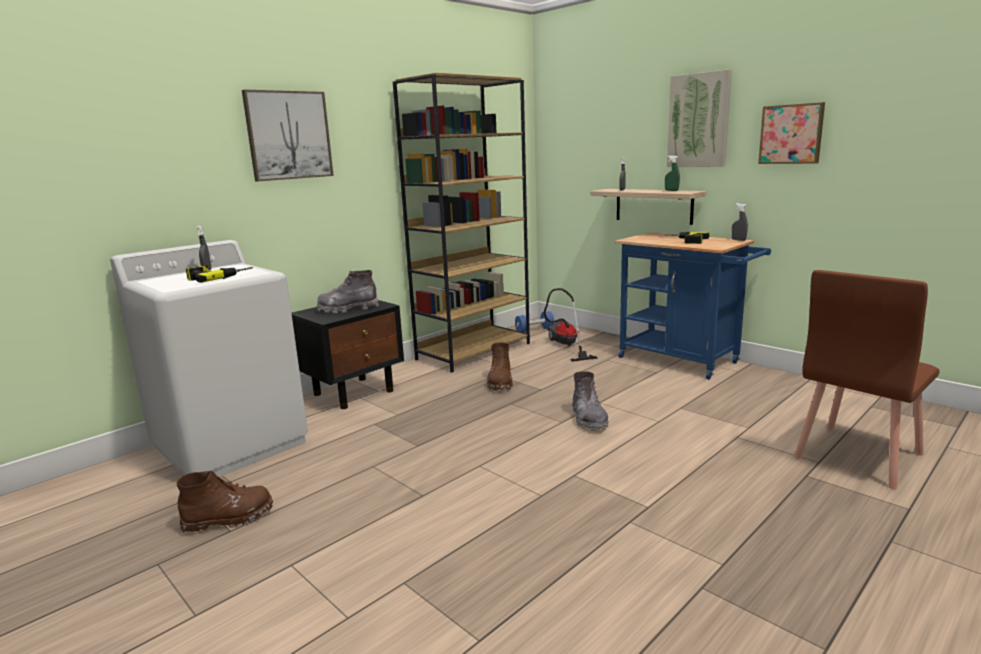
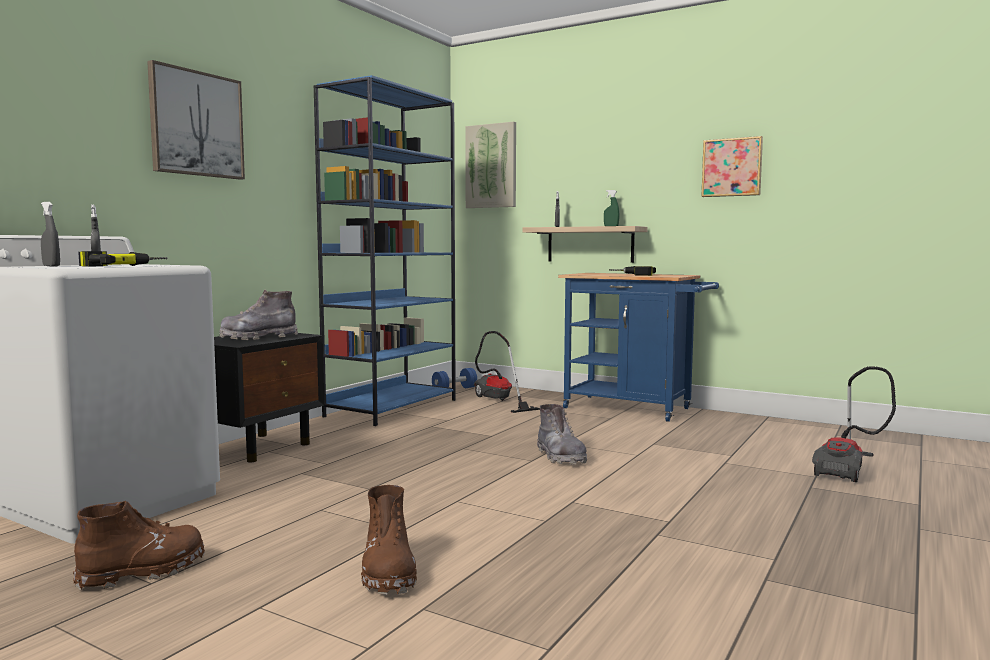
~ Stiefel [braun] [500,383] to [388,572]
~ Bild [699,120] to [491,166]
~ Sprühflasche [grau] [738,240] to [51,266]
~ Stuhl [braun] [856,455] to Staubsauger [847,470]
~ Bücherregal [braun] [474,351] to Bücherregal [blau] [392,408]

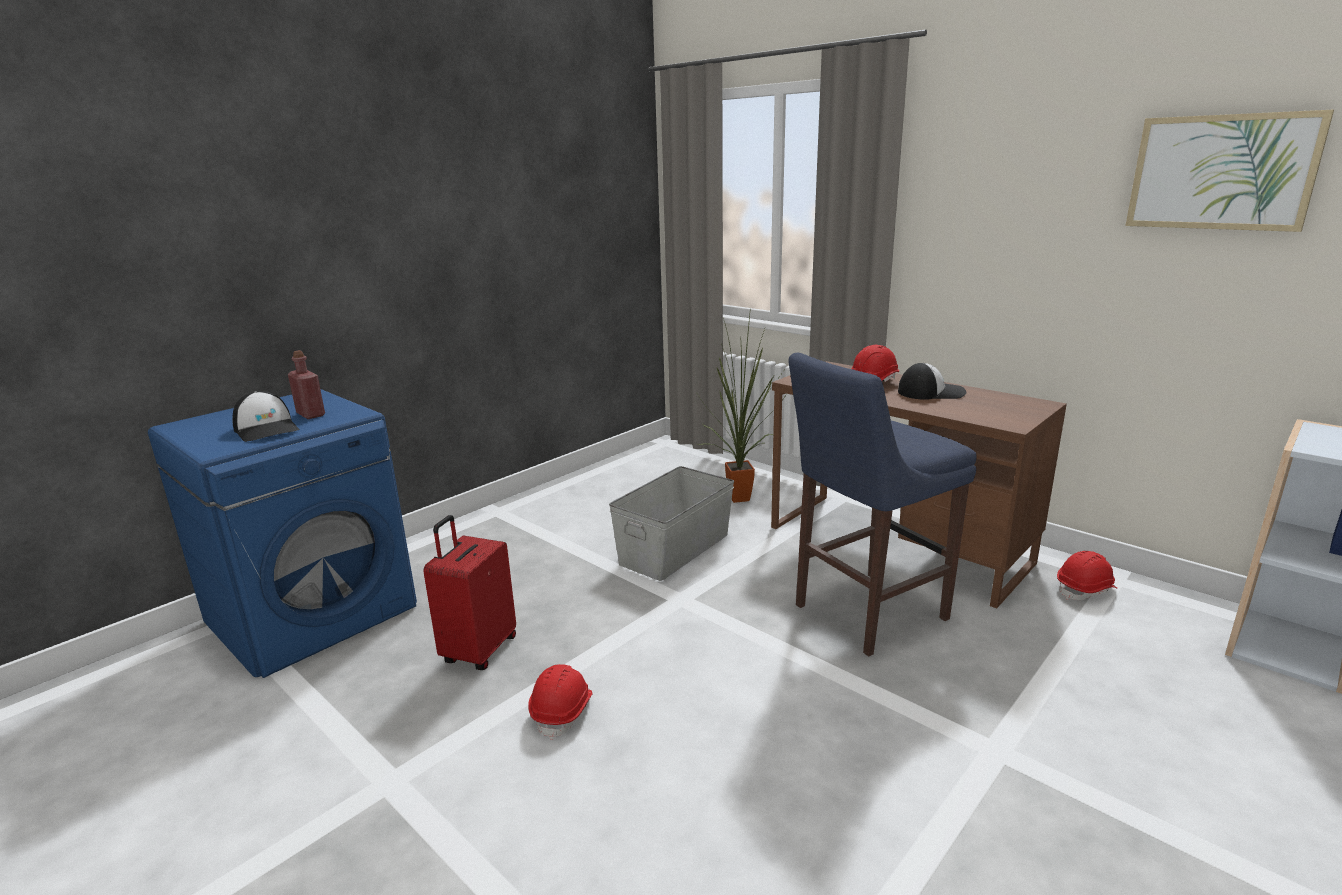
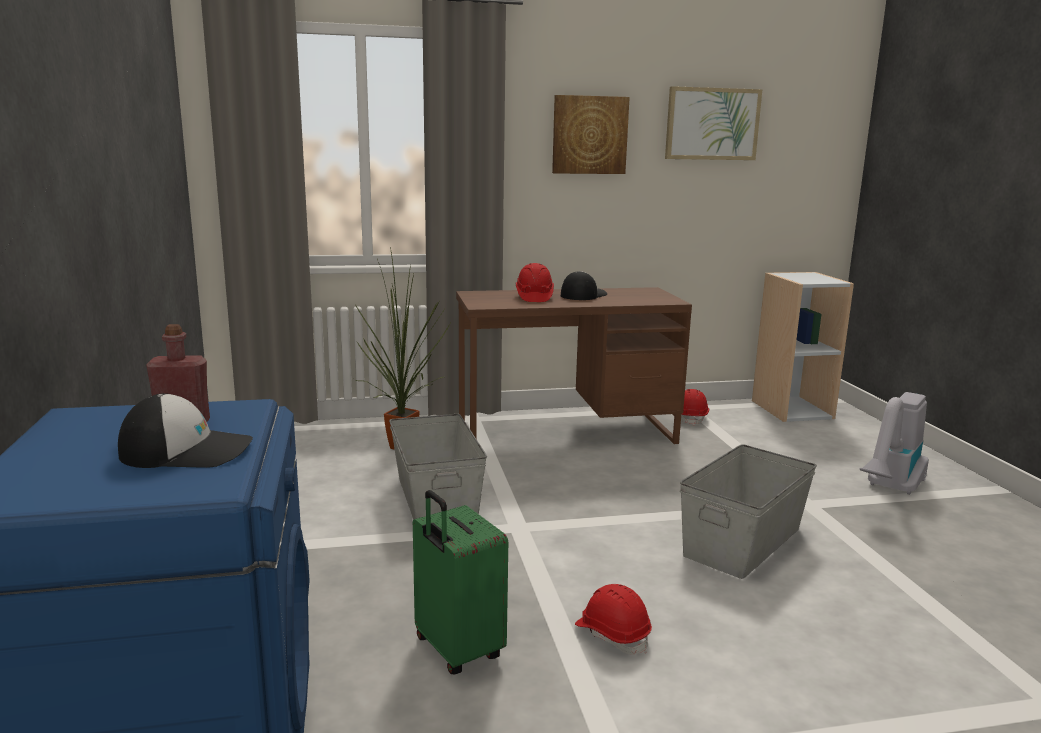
- Hocker [blau] [864,613]
+ Bild [589,135]
+ Aufbewahrungsbox [grau] [744,541]
+ Staubsauger [890,490]
~ Koffer [rot] [478,650] to Koffer [grün] [456,650]

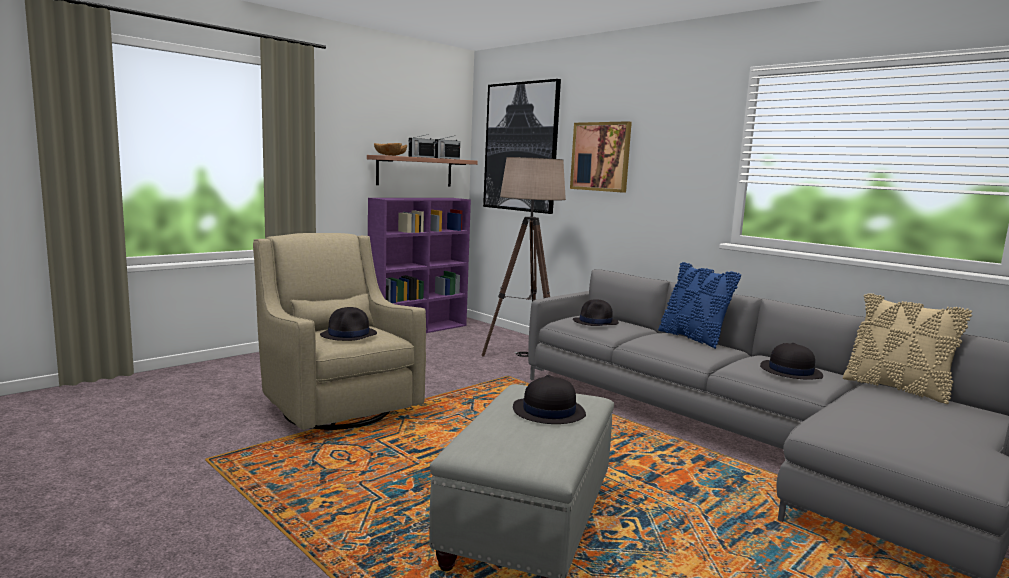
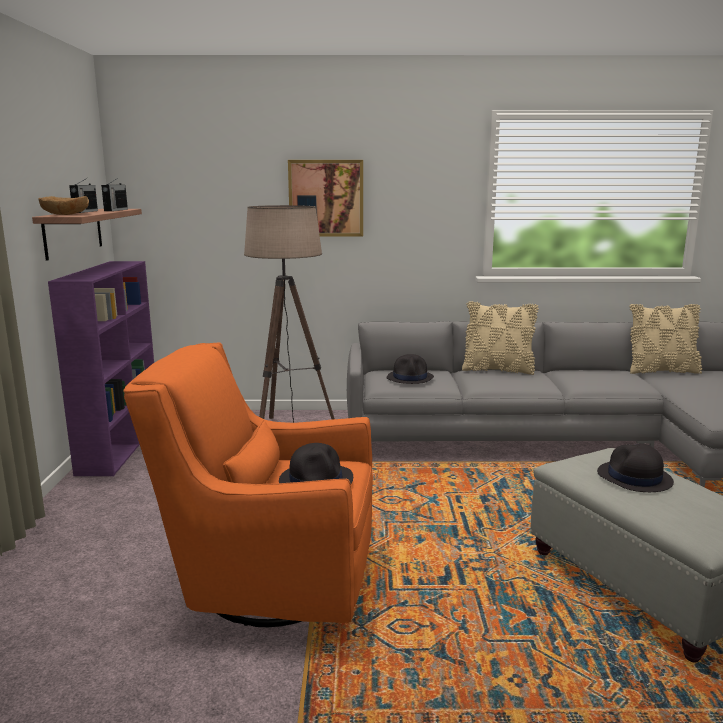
- Bild [521,147]
- Hut [schwarz] [790,371]
~ Sessel [beige] [336,408] to Sessel [orange] [268,580]
~ Kissen [blau] [693,338] to Kissen [beige] [498,370]

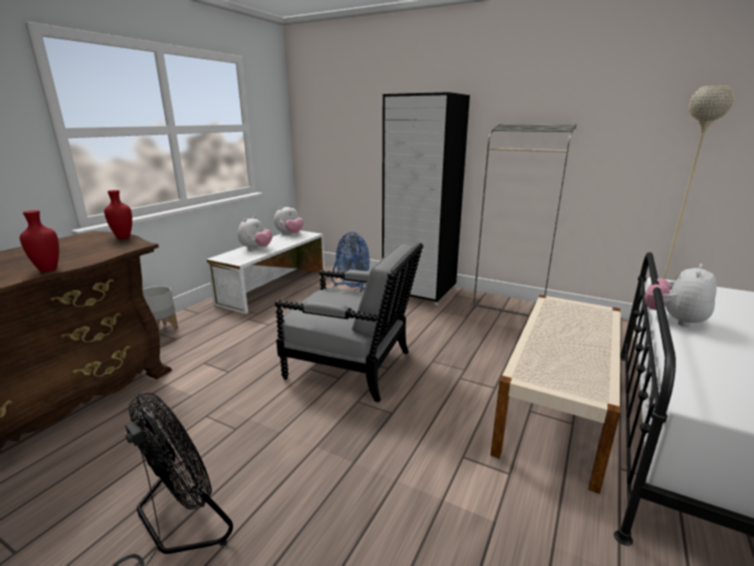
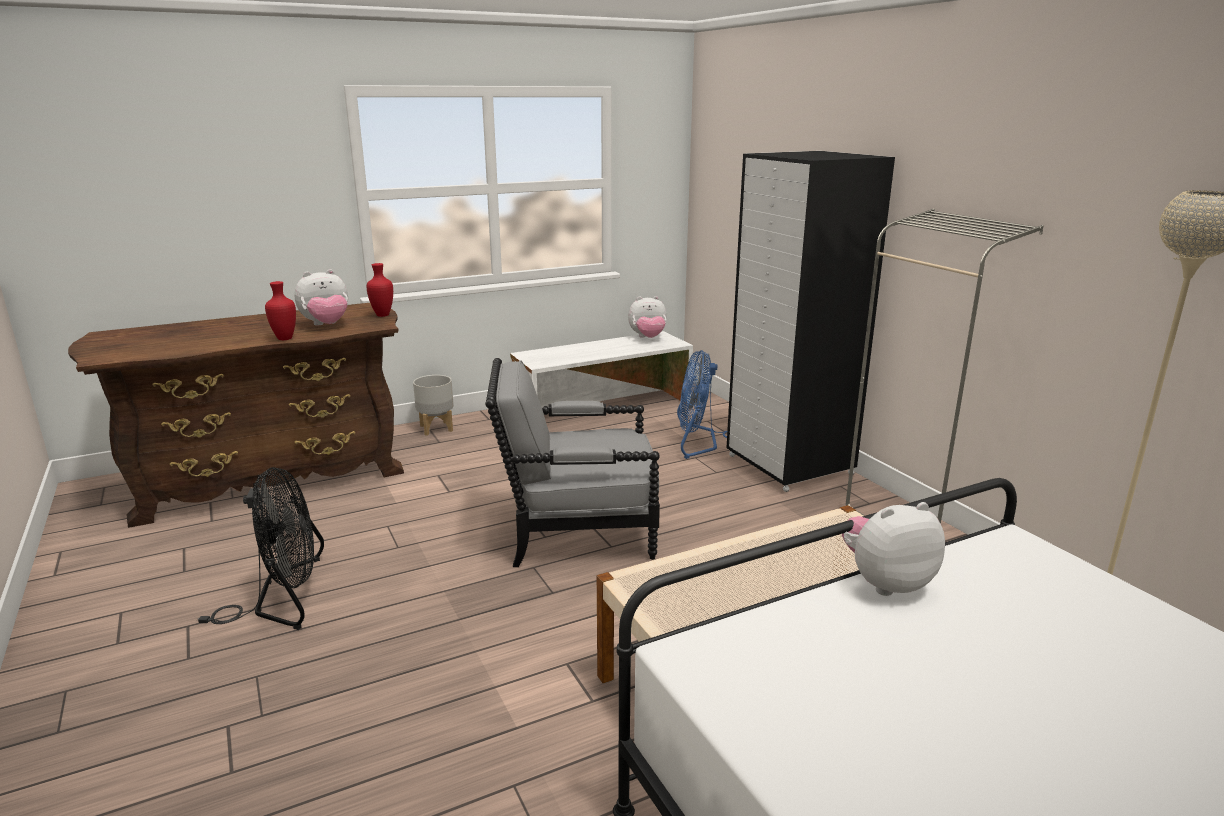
~ Plüschtier [256,248] to [326,325]
~ Sessel [grau] [352,366] = [575,530] 120 degrees clockwise

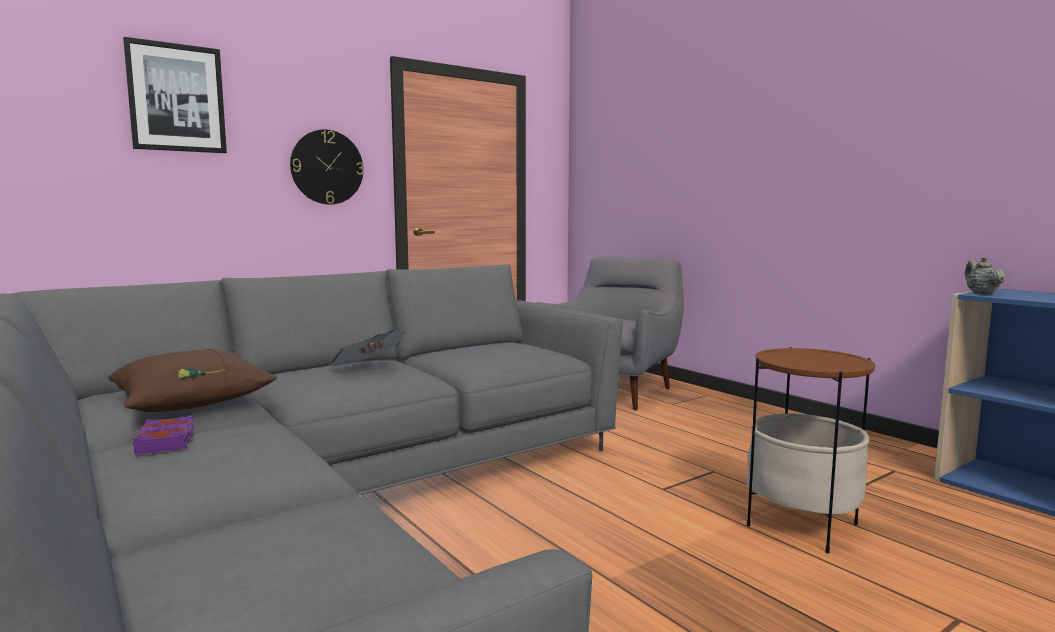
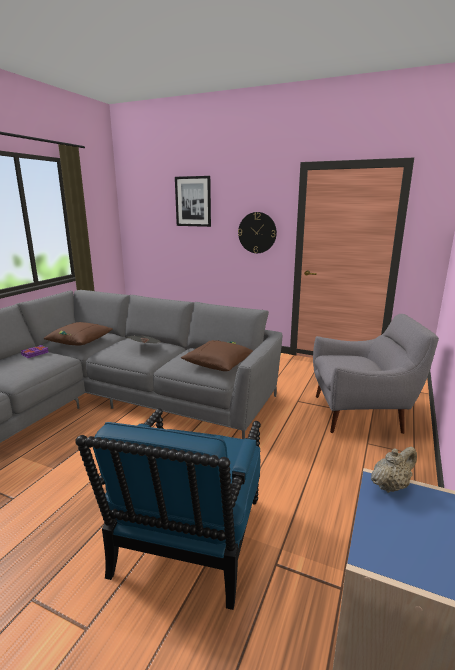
+ Kissen [braun] [218,364]
~ Beistelltisch [802,525] to Sessel [blau] [187,540]

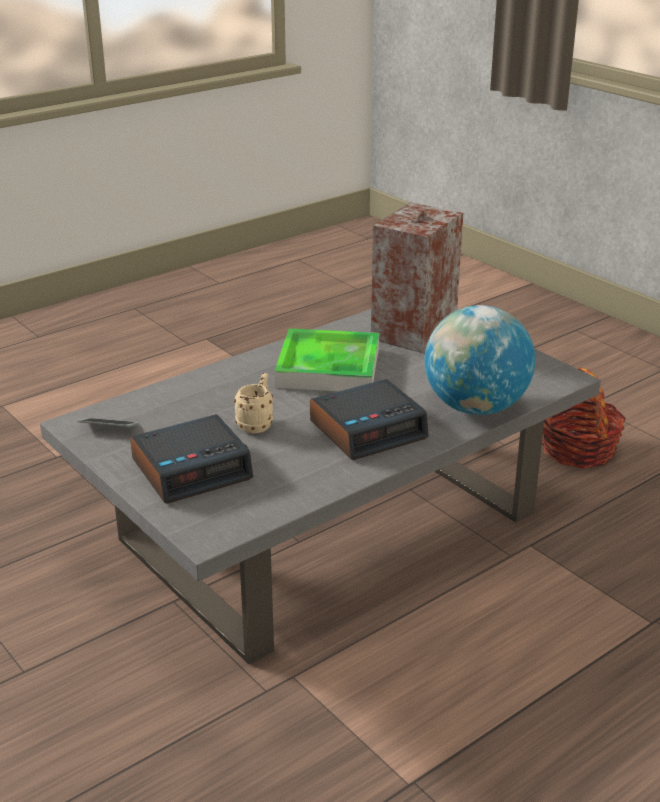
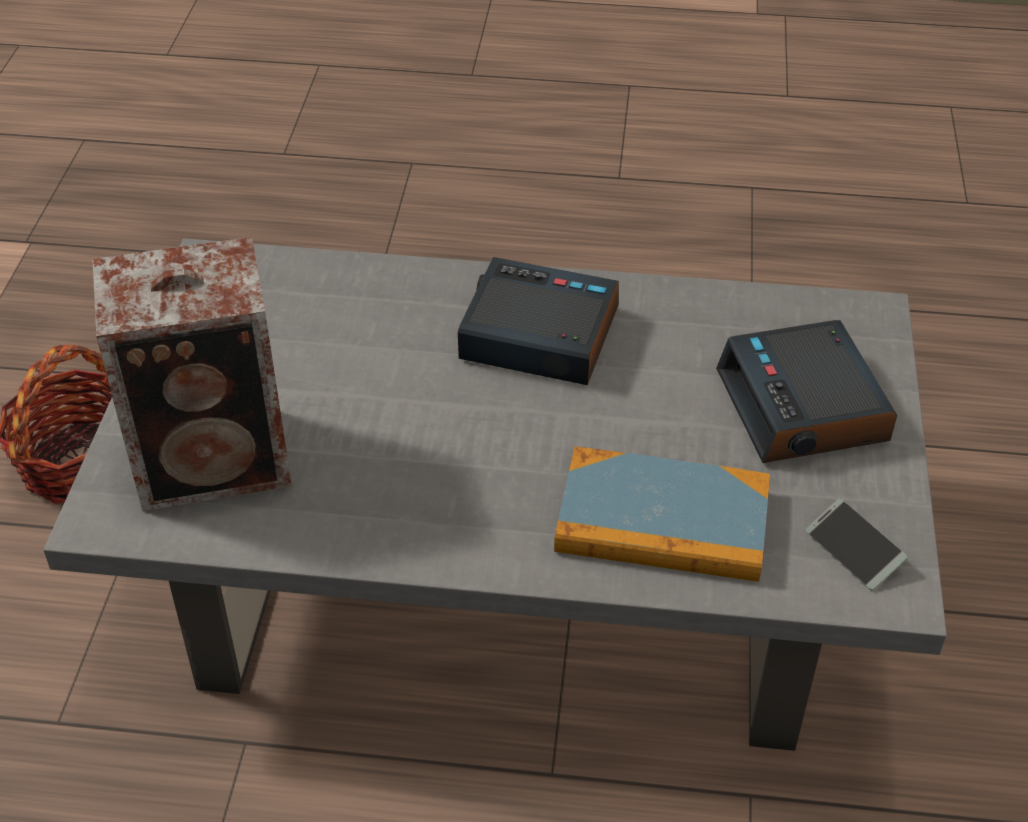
- Henkelbecher [beige] [257,424]
- Tablett [328,367]
- Globus [475,407]
+ Buch [662,522]
~ Wecker [192,469] = [803,408] 120 degrees counterclockwise

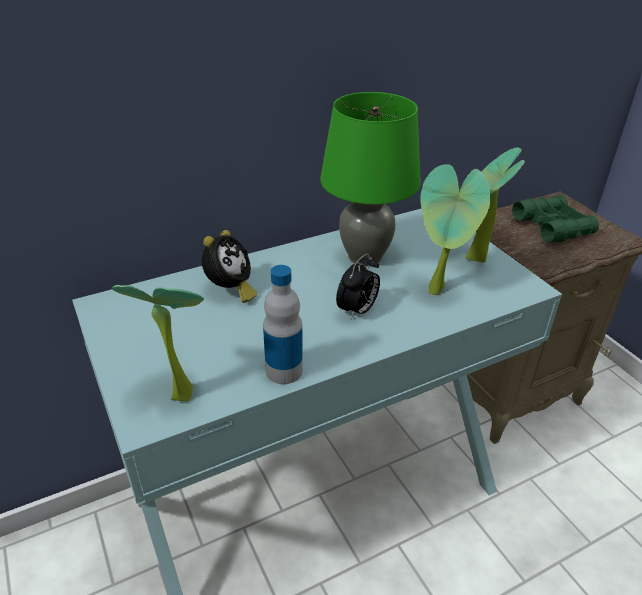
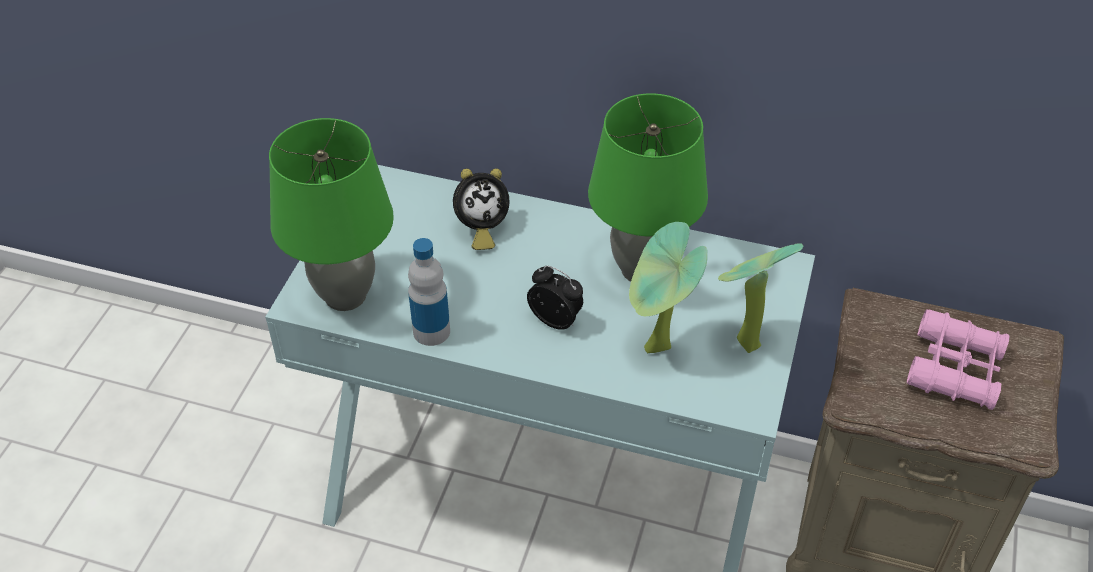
~ Topfpflanze [179,391] to Tischlampe [grün] [345,295]
~ Fernglas [grün] [552,227] to Fernglas [rosa] [955,369]
~ Wecker [357,311] = [556,320] 135 degrees counterclockwise

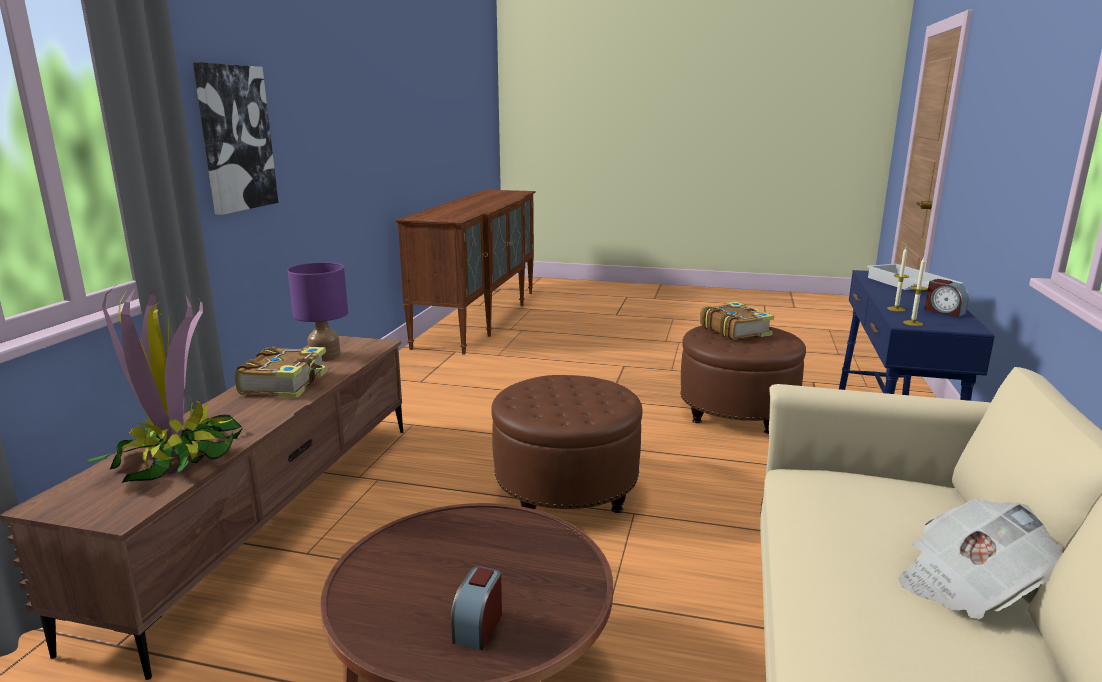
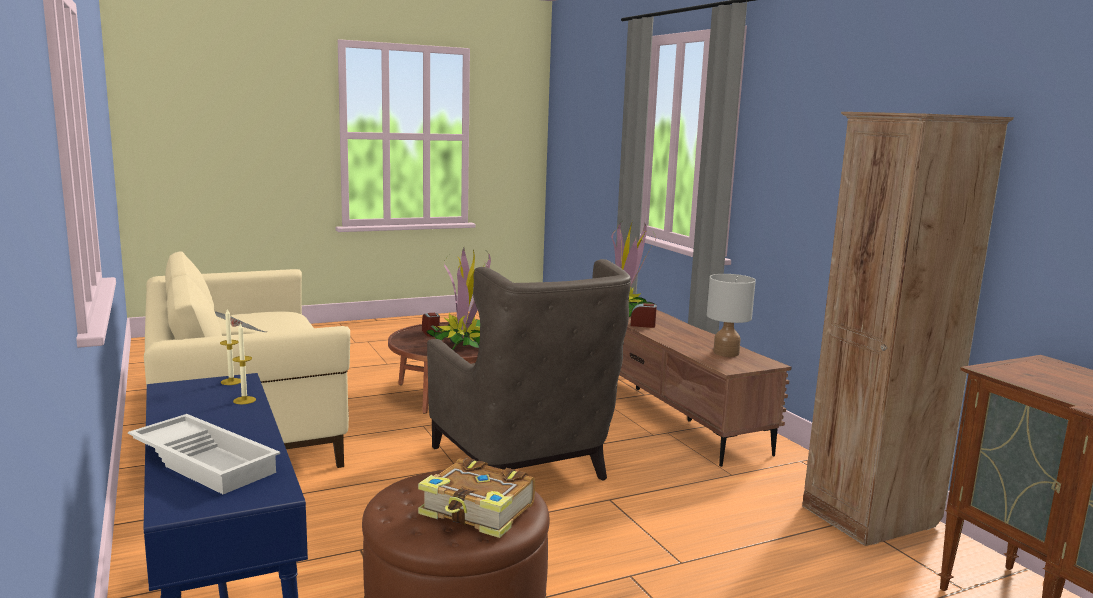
- Bild [235,138]
- Buch [286,383]
+ Topfpflanze [463,343]
+ Schrank [braun] [870,517]
~ Wecker [944,311] to [643,325]
~ Polsterhocker [braun] [566,490] to Sessel [grau] [524,466]
~ Tischlampe [lila] [325,356] to Tischlampe [grau] [725,353]

